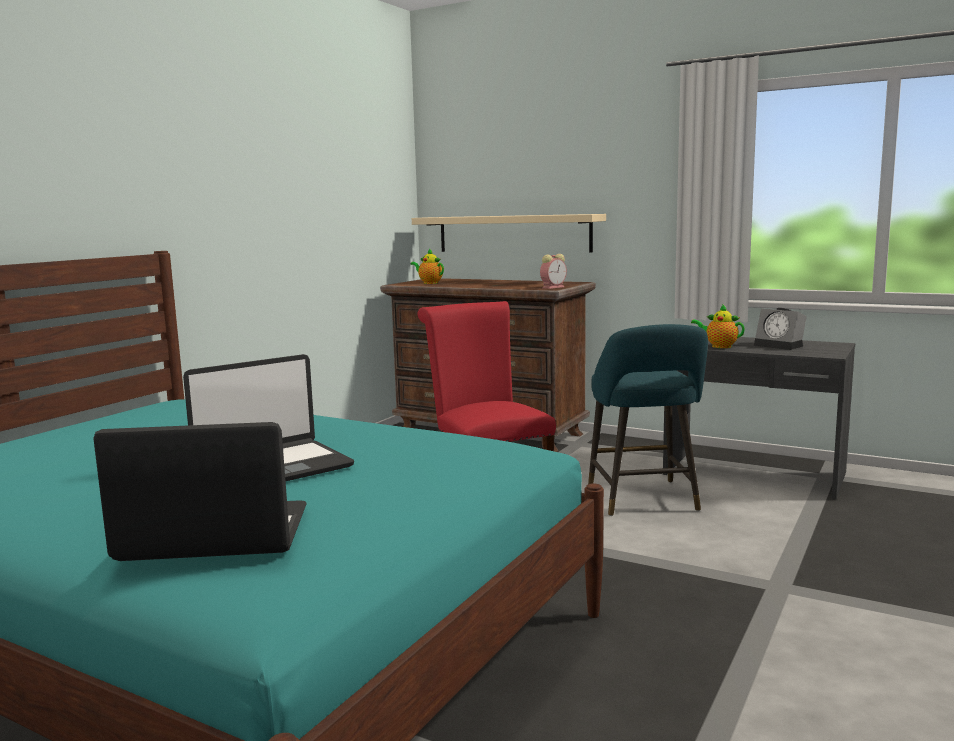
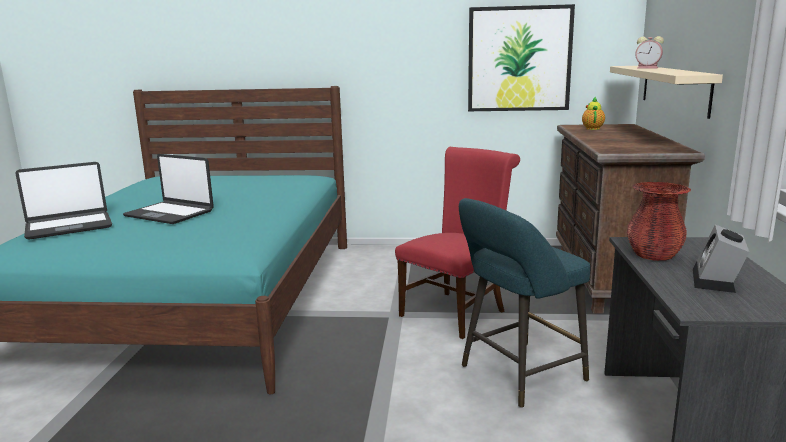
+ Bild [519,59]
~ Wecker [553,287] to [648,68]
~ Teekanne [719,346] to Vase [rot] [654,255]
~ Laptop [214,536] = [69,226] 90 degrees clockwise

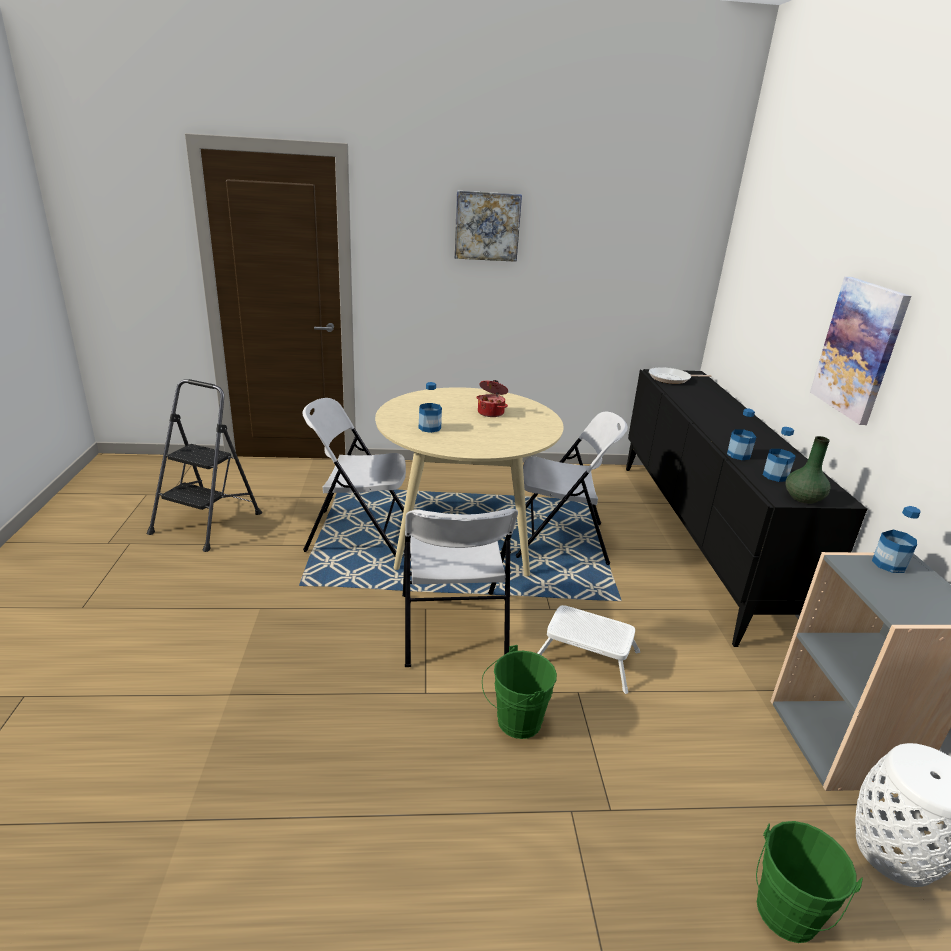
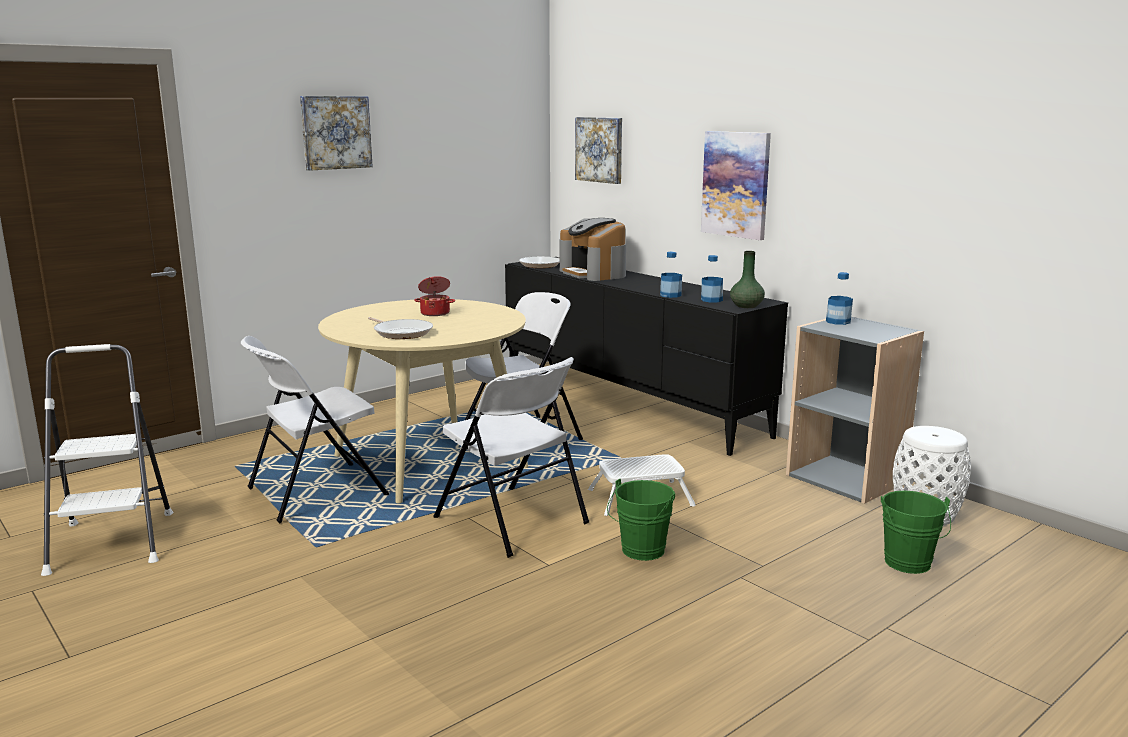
+ Kaffeemaschine [594,273]
+ Bild [599,149]
~ Flasche [429,428] to Pfanne [401,333]
~ Trittleiter [schwarz] [209,521] to Trittleiter [weiß] [113,539]

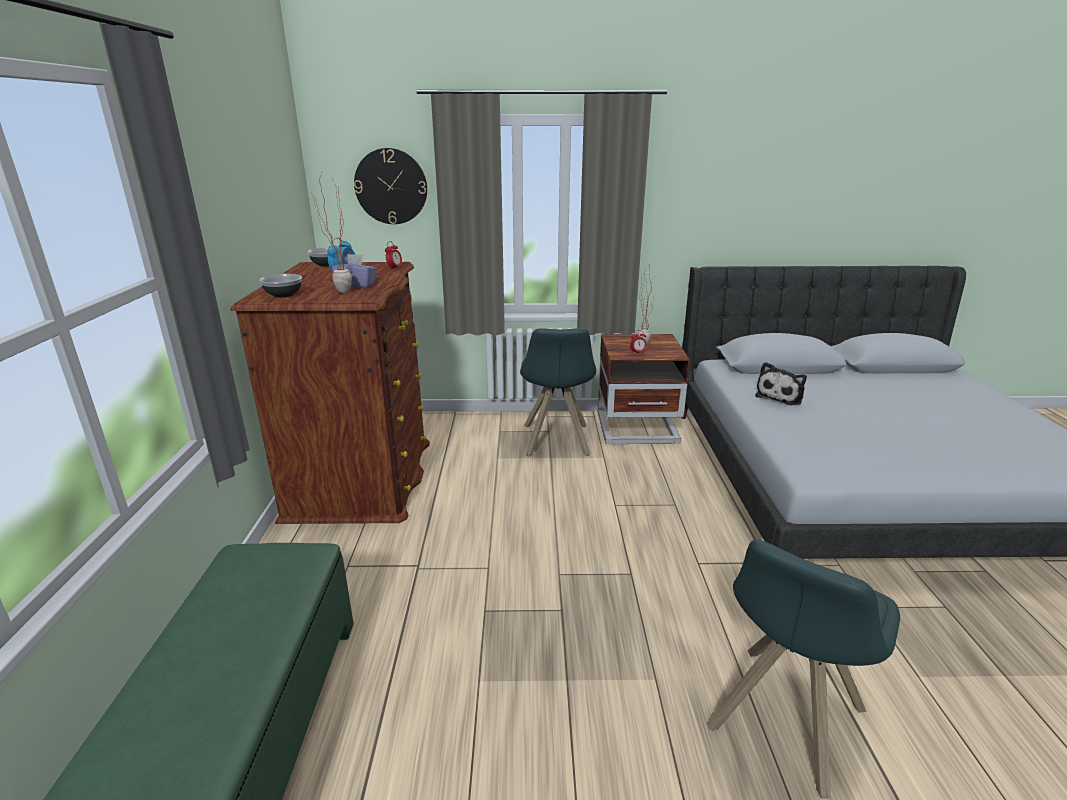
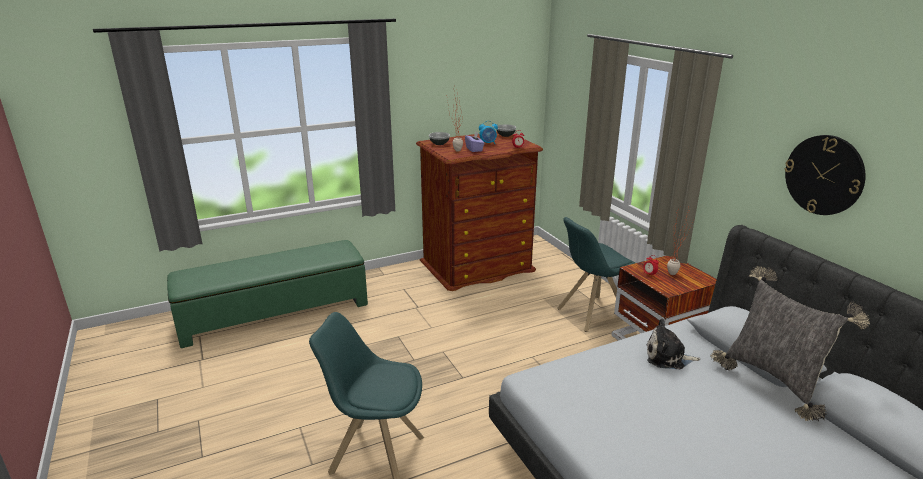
+ Kissen [772,386]
~ Wanduhr [391,186] to [824,175]

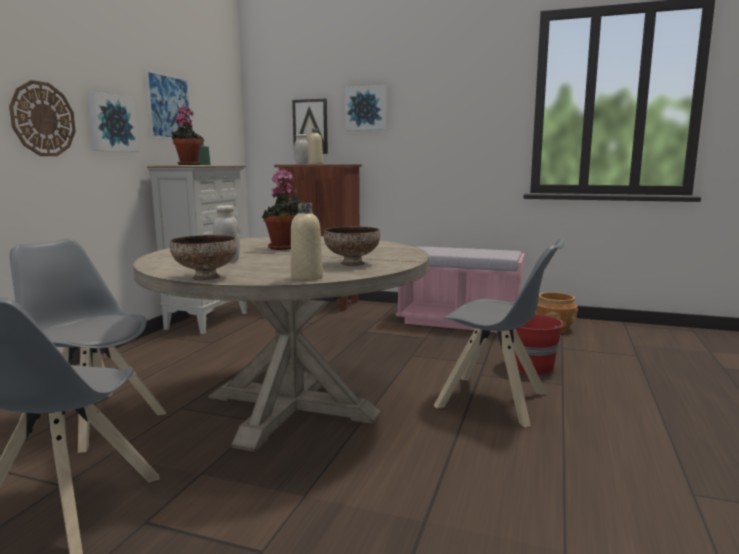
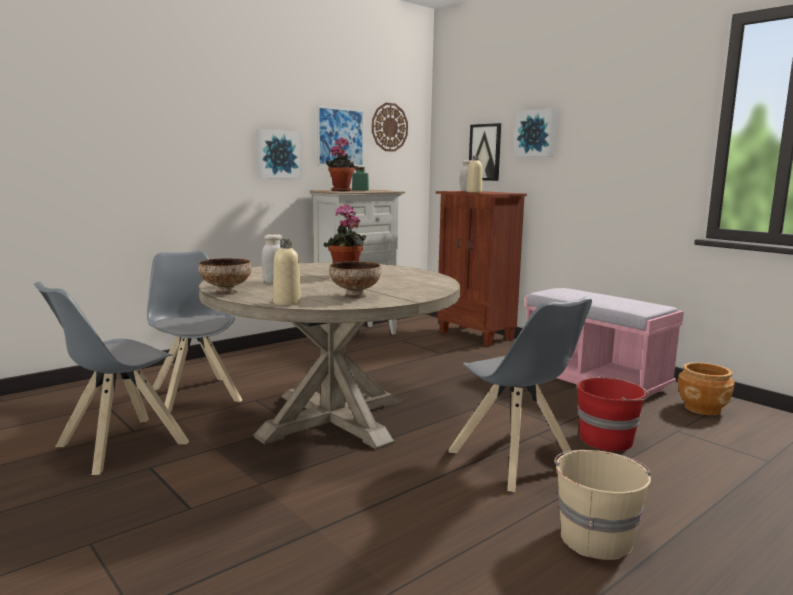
+ Eimer [beige] [595,538]
~ Wanduhr [43,119] to [389,127]

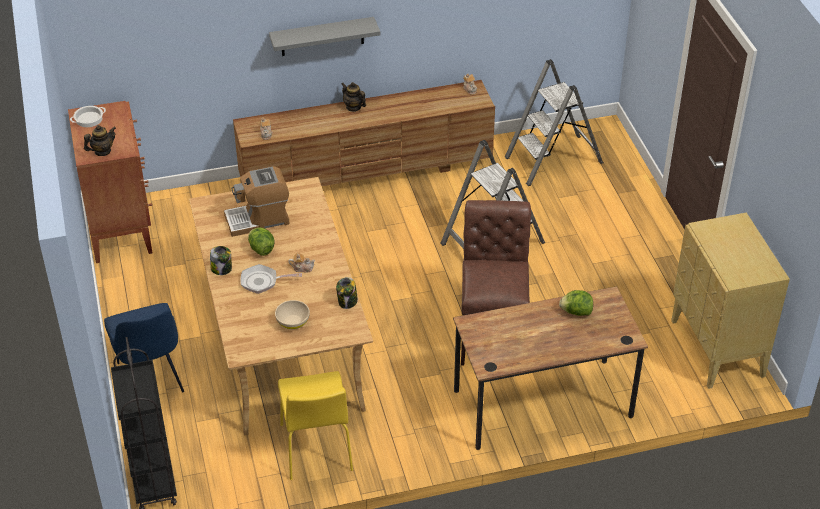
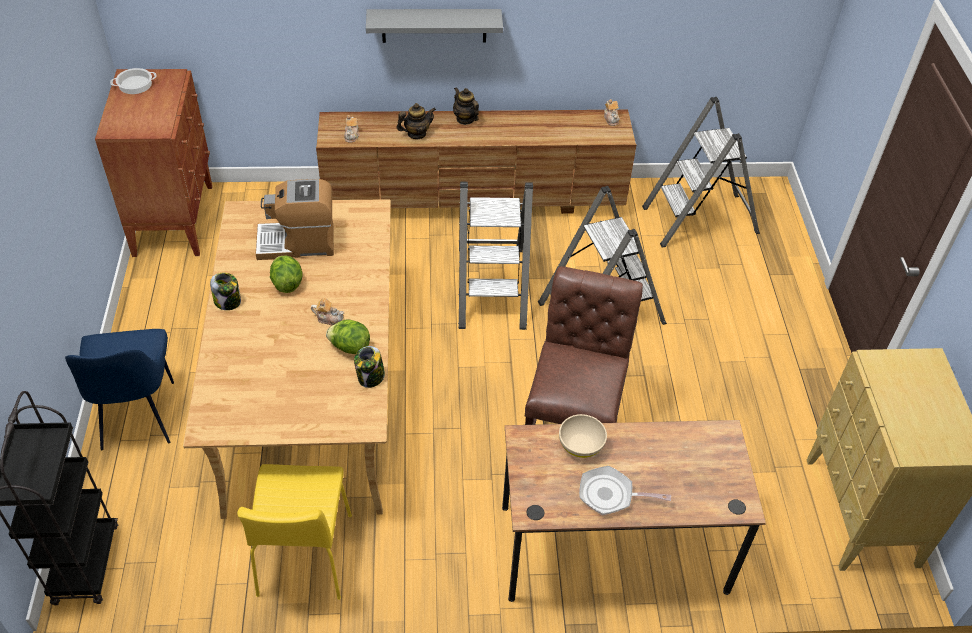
+ Trittleiter [grau] [491,286]
~ Teekanne [102,151] to [416,134]
~ Pfanne [262,282] to [610,495]
~ Schüssel [beige] [293,322] to [581,445]
~ Salatkopf [576,312] to [349,347]

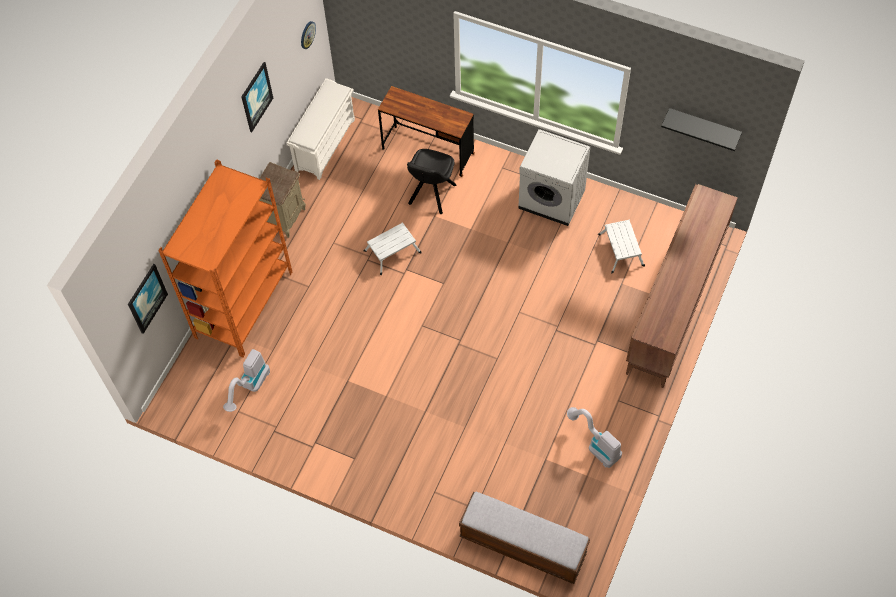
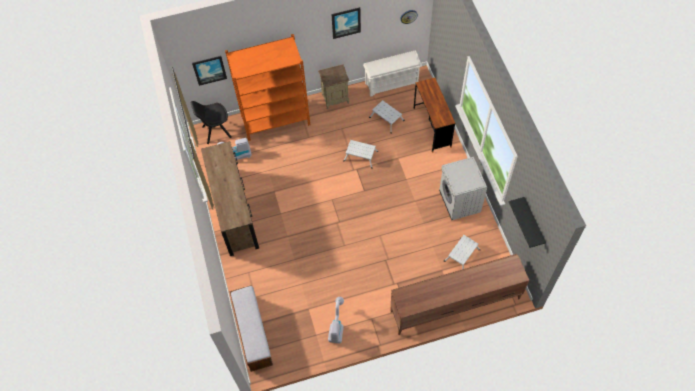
+ Kommode [braun] [234,211]
+ Trittleiter [weiß] [387,119]
~ Stuhl [schwarz] [431,194] to [216,131]

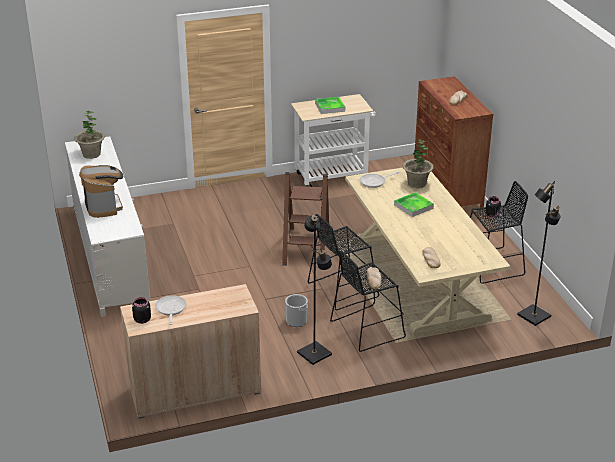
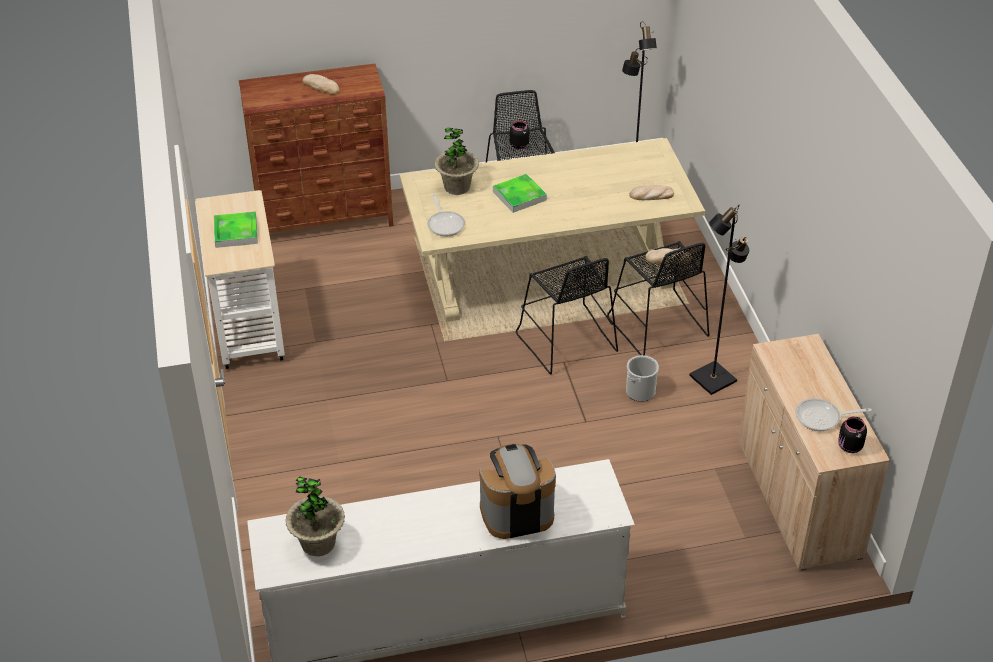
- Trittleiter [braun] [306,246]

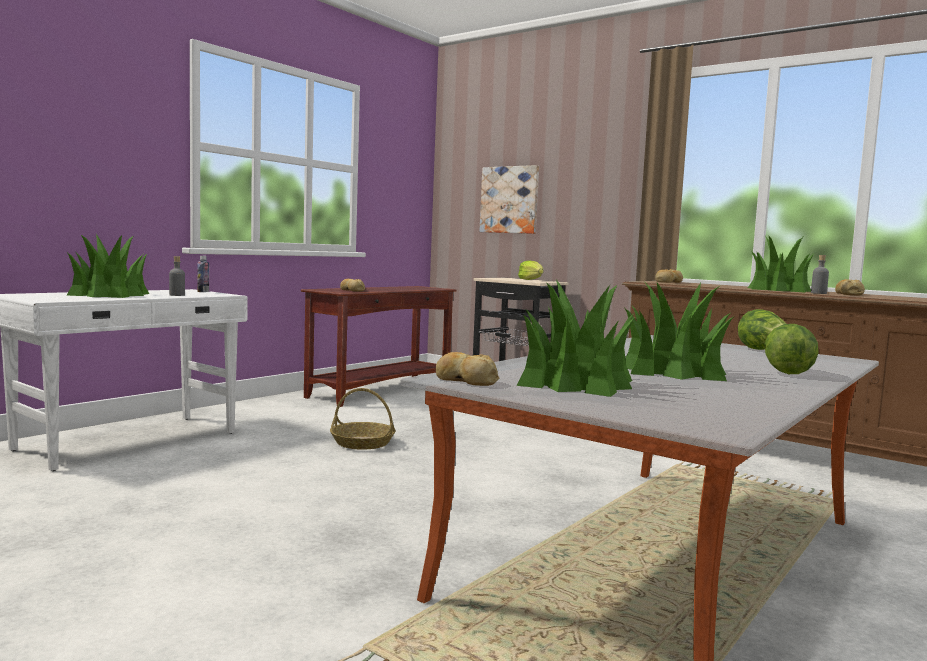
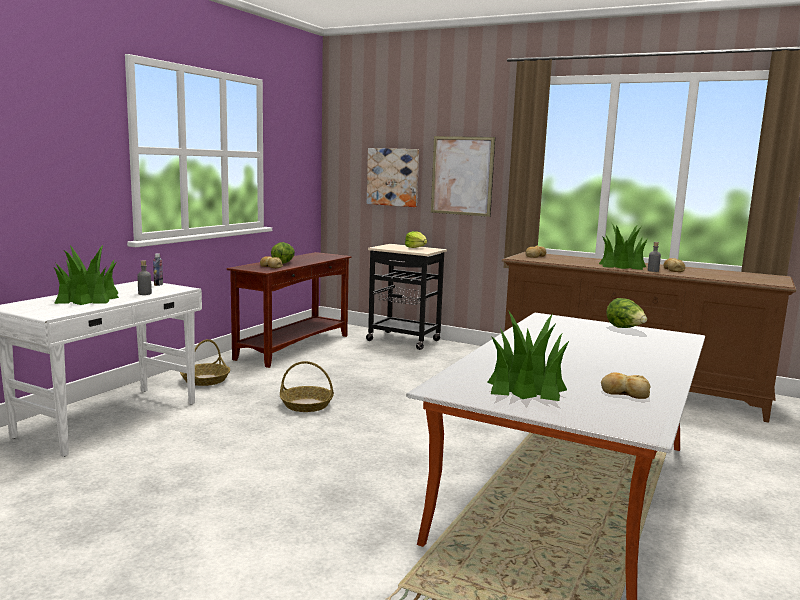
- Topfpflanze [672,370]
+ Korb [205,380]
+ Bild [462,176]
~ Brot [465,380] to [624,393]
~ Salatkopf [788,372] to [283,262]

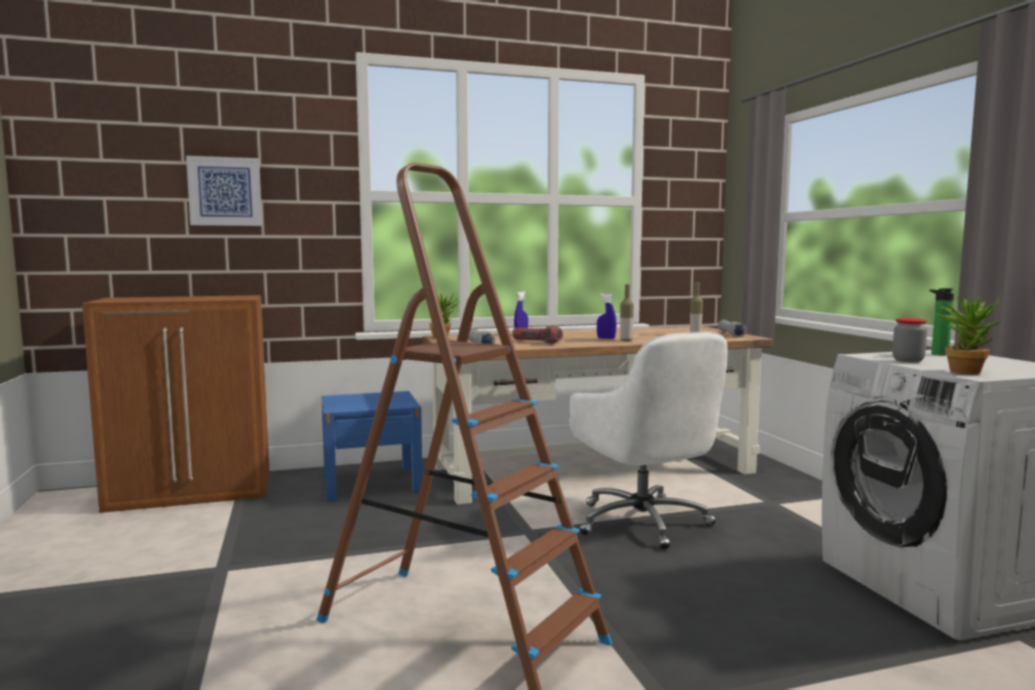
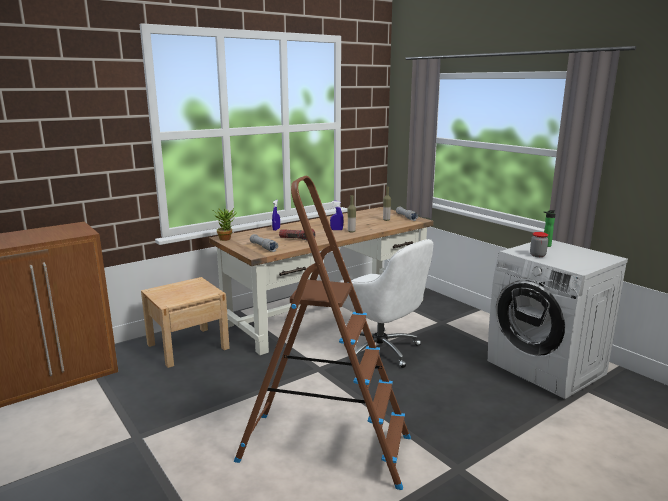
- Bild [225,191]
- Topfpflanze [964,371]
~ Nachttisch [blau] [371,483] to Nachttisch [beige] [188,346]

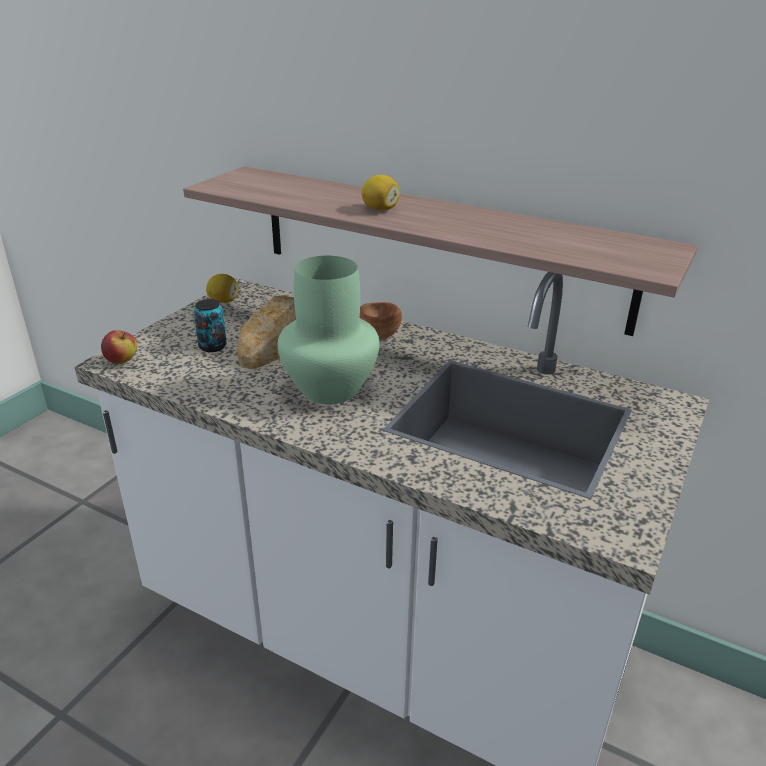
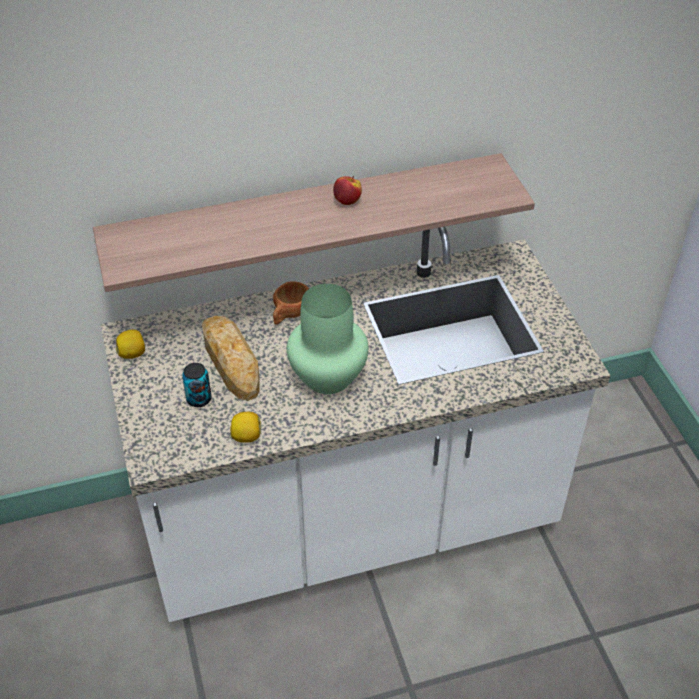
~ Apfel [122,361] to [347,201]
~ Zitrone [380,209] to [247,436]

